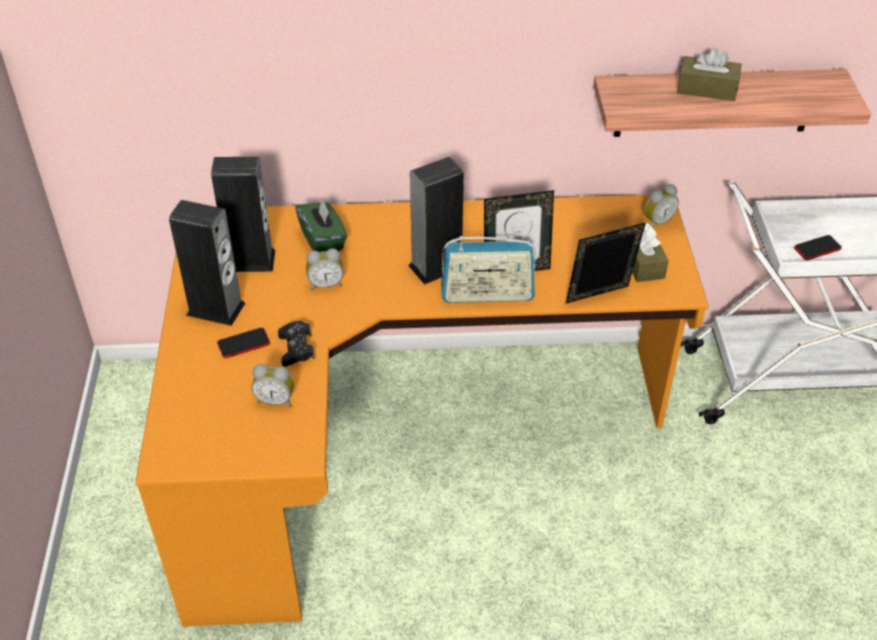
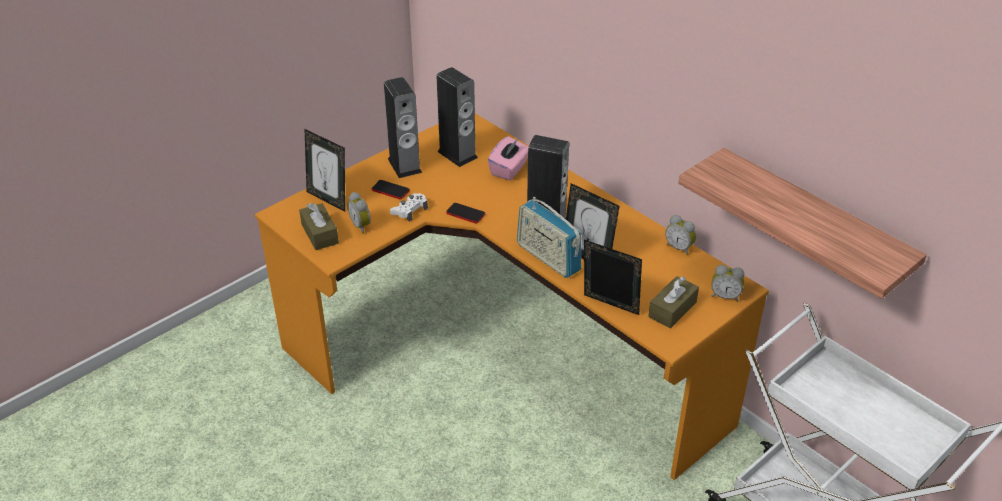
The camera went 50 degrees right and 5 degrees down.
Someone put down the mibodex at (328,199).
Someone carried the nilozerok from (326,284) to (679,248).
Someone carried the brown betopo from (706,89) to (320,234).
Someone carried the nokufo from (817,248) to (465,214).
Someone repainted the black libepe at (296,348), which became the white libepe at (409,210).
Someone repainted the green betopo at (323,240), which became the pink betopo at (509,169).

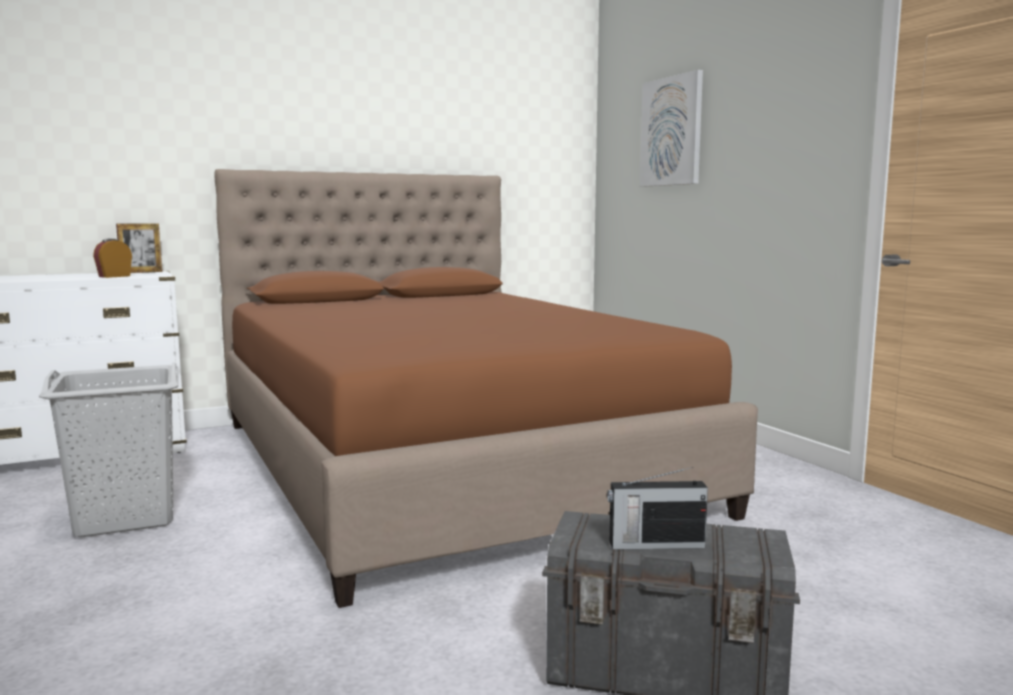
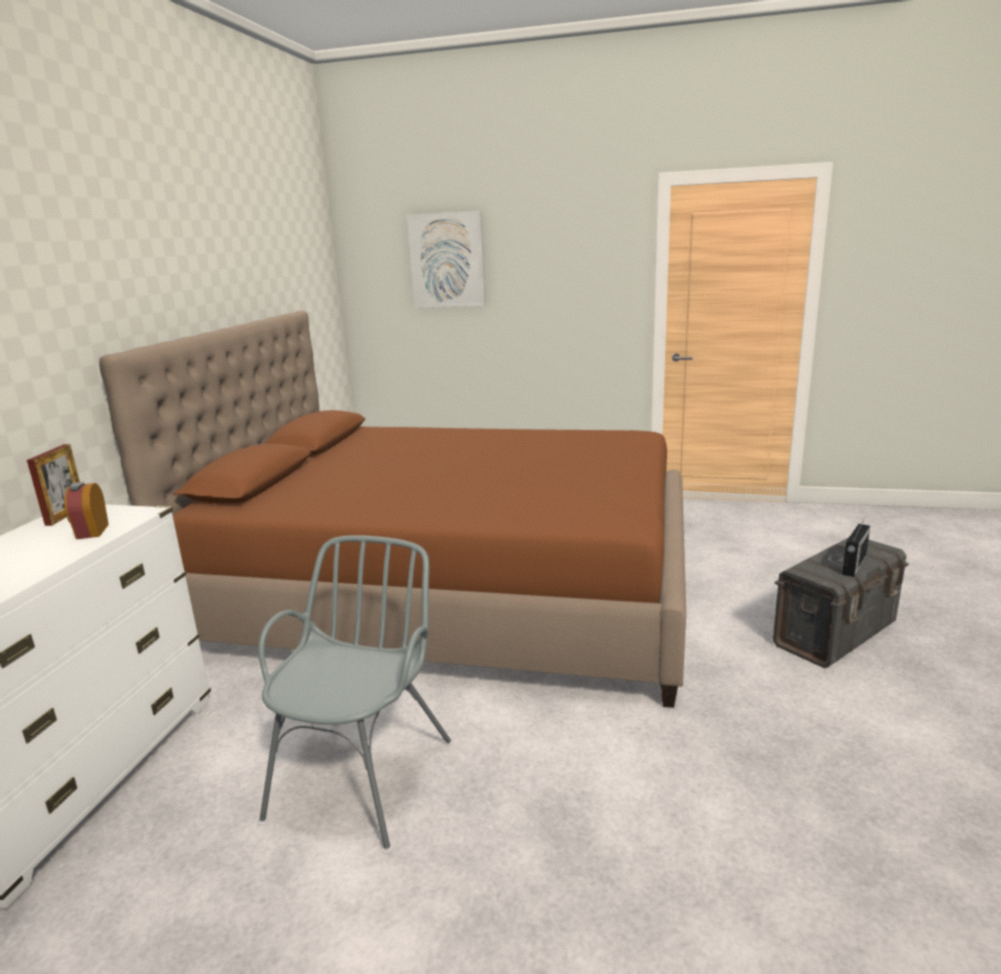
The camera went 50 degrees left and 10 degrees up.
Someone swapped the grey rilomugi at (126,518) for the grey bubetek at (364,773).

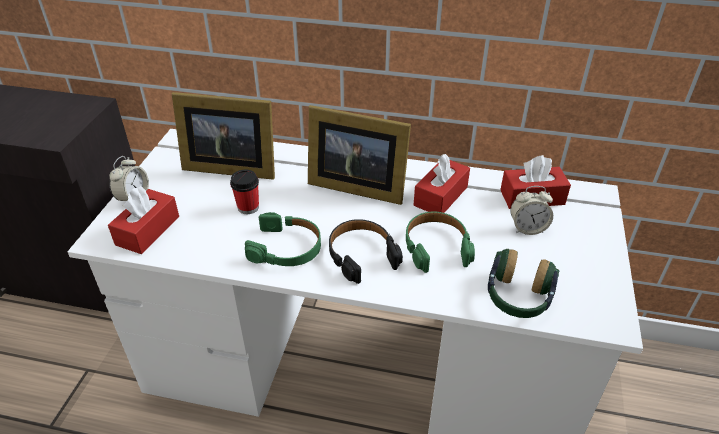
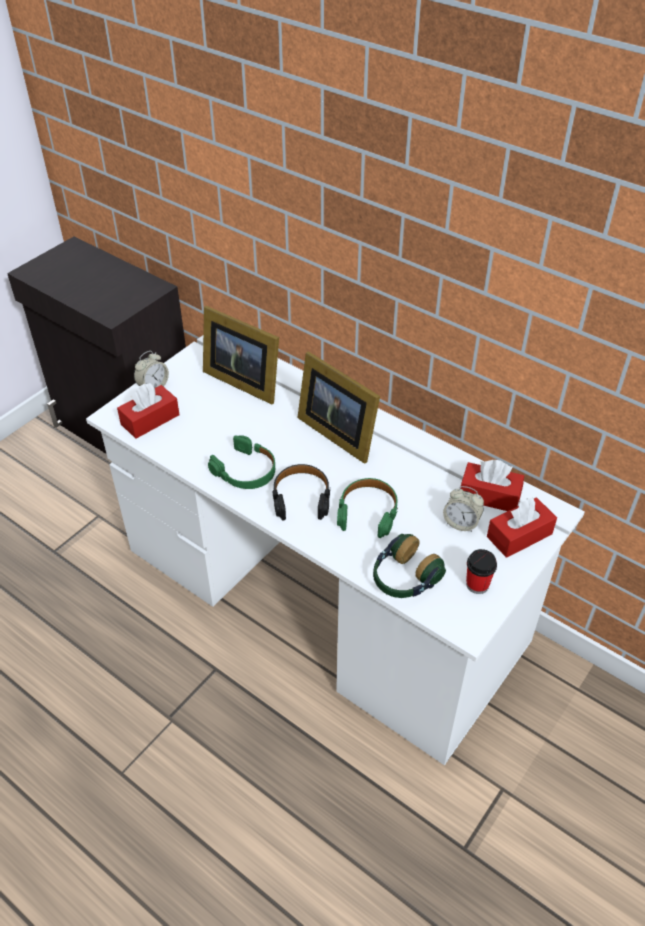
The camera went 25 degrees right and 5 degrees up.
Someone carried the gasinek from (248,207) to (477,584).
Someone carried the red betopo from (440,196) to (519,535).

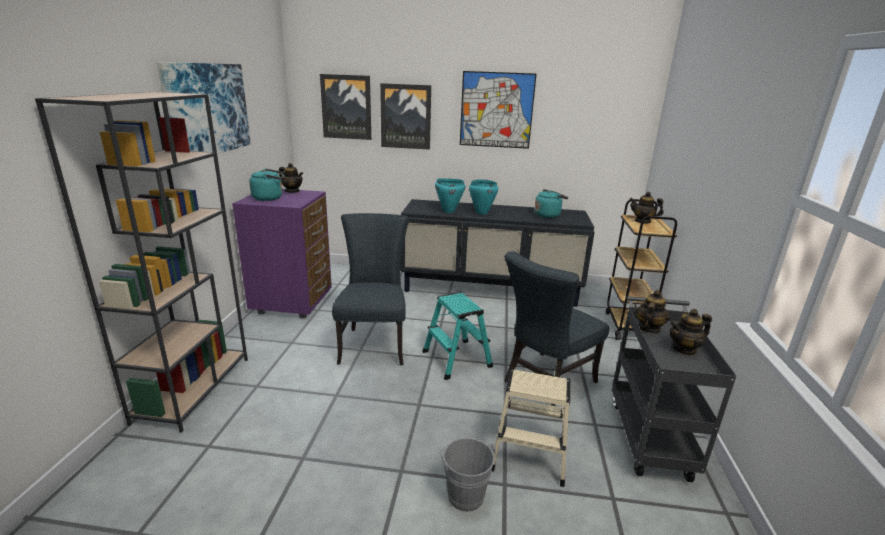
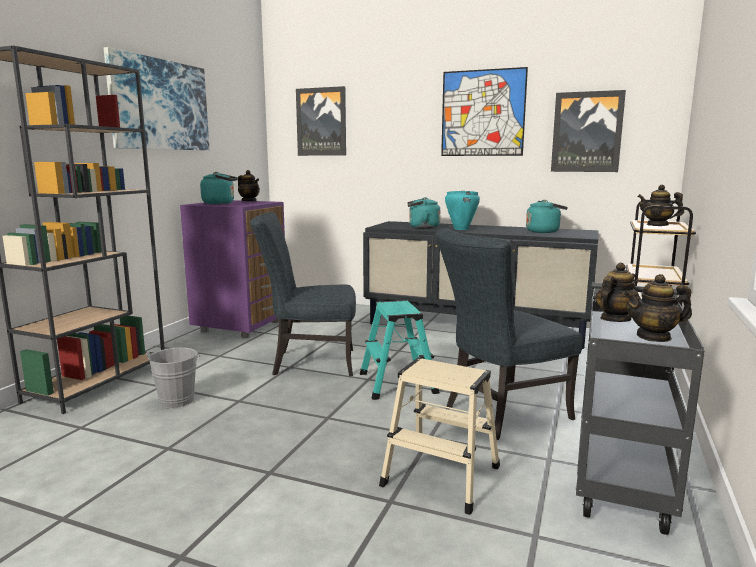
The camera went 15 degrees right and 10 degrees down.
Someone carried the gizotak from (406,116) to (587,132).
Someone carried the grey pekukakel from (464,493) to (178,399).
Someone swapped the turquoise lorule at (448,211) for the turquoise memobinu at (422,227).
Someone rotated the grey bubetek at (374,343) by 105 degrees counterclockwise.

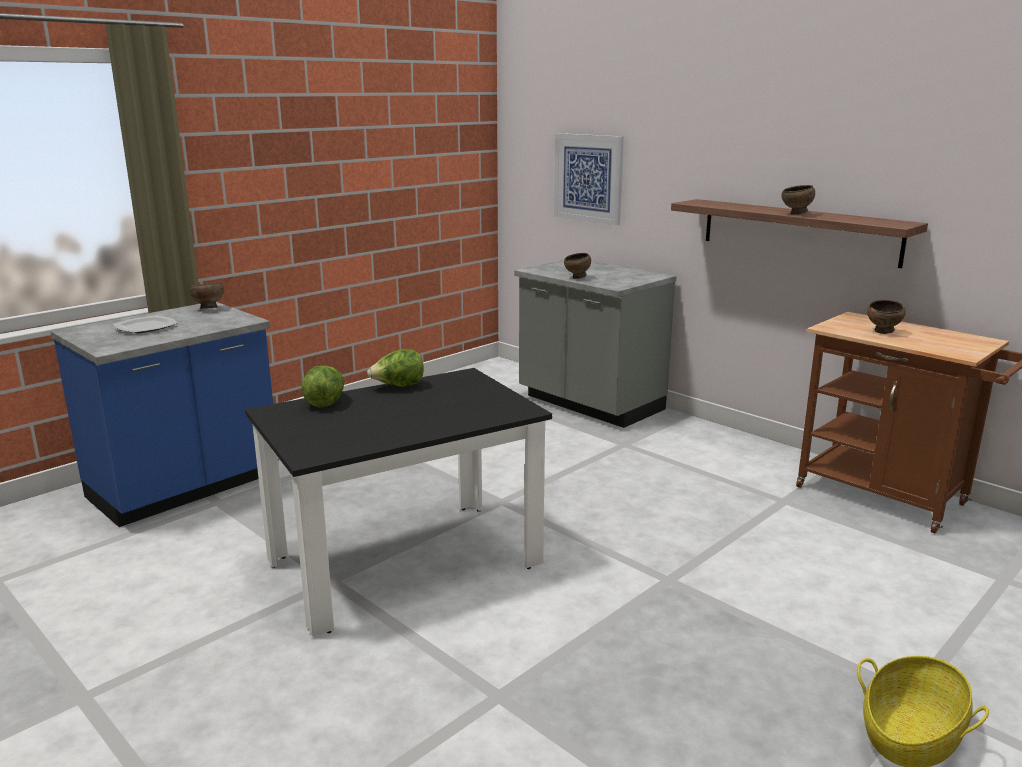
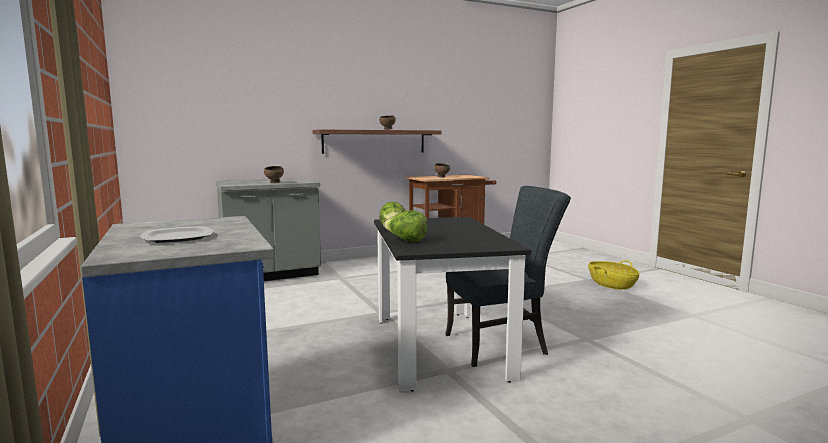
The camera went 70 degrees left and 10 degrees down.
Someone took away the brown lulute at (208,309).
Someone took away the gizotak at (588,178).
Someone put down the grey bubetek at (502,344).

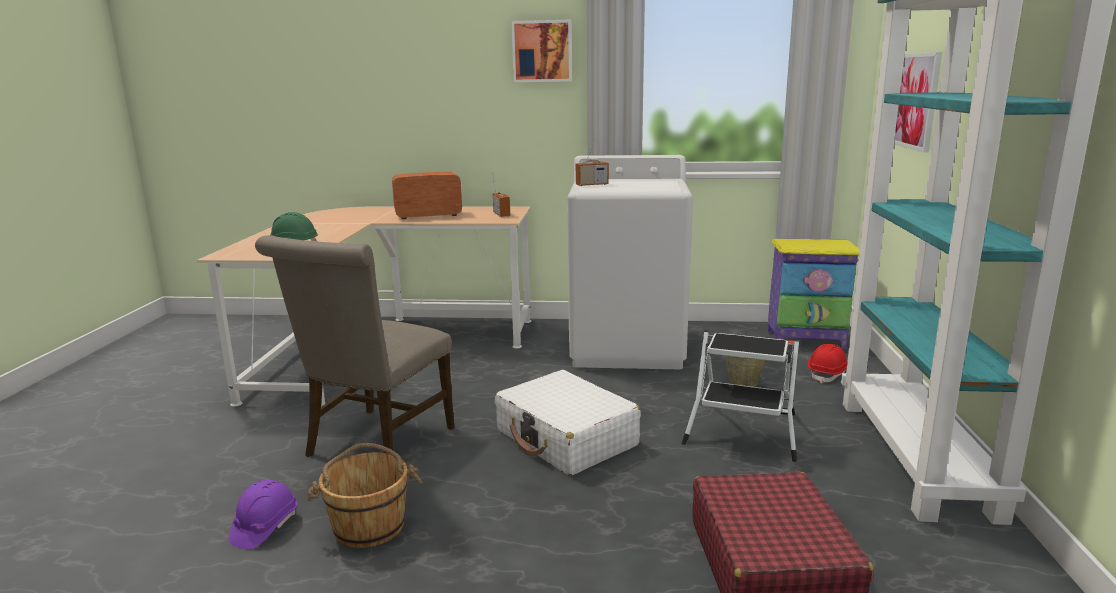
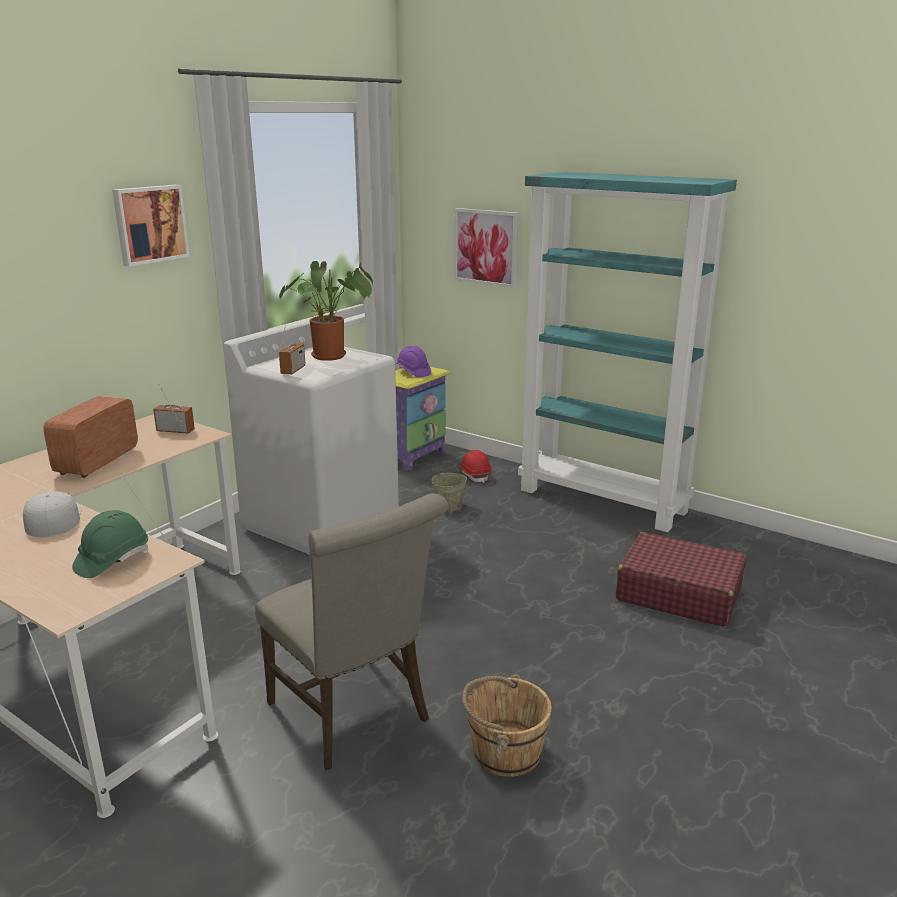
The camera went 60 degrees left and 5 degrees up.
Someone took away the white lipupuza at (566,438).
Someone took away the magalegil at (743,430).
Someone put down the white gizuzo at (52,519).
Someone put down the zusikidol at (333,356).
Someone carried the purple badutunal from (265,527) to (413,372).

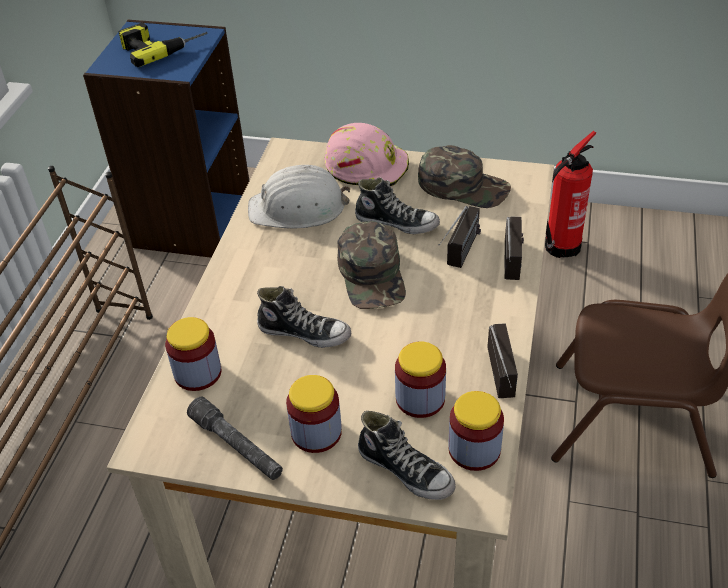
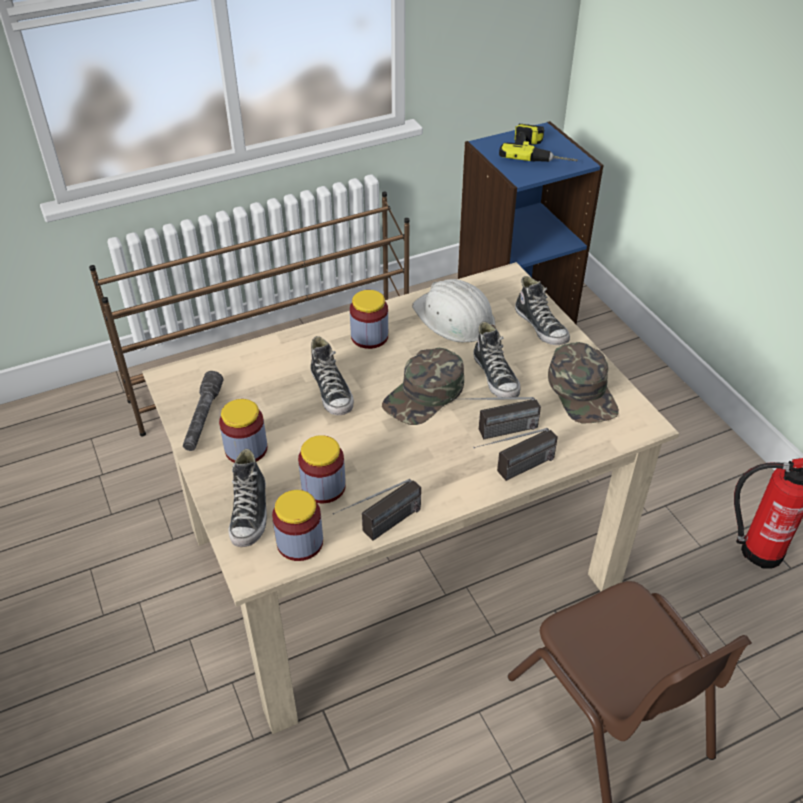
The camera went 50 degrees right and 0 degrees up.
Someone carried the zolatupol from (197,373) to (369,337).
Someone swapped the pink badutunal at (367,167) for the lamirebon at (541,327).

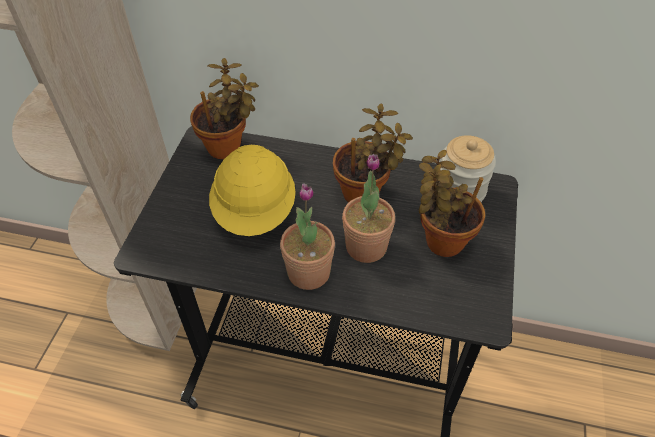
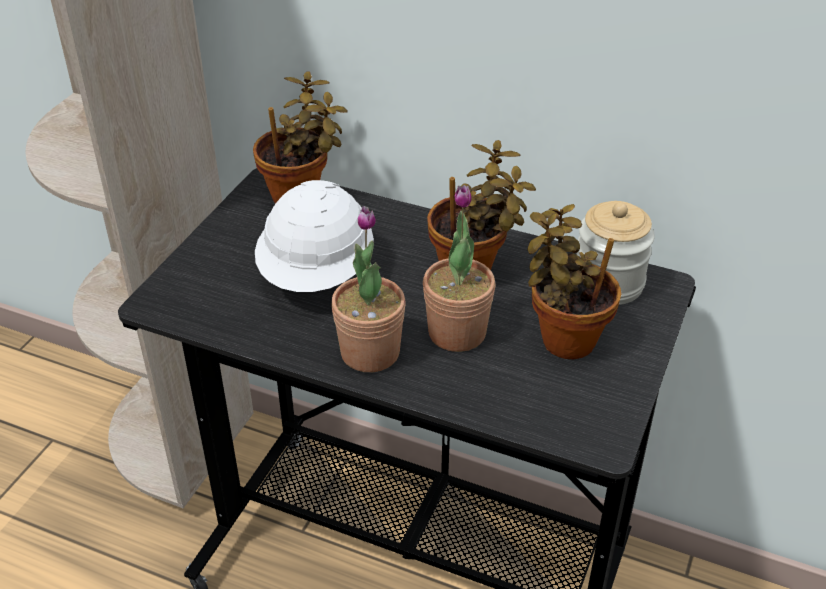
The camera went 10 degrees right and 10 degrees down.
Someone repainted the yellow badutunal at (255,211), which became the white badutunal at (317,274).

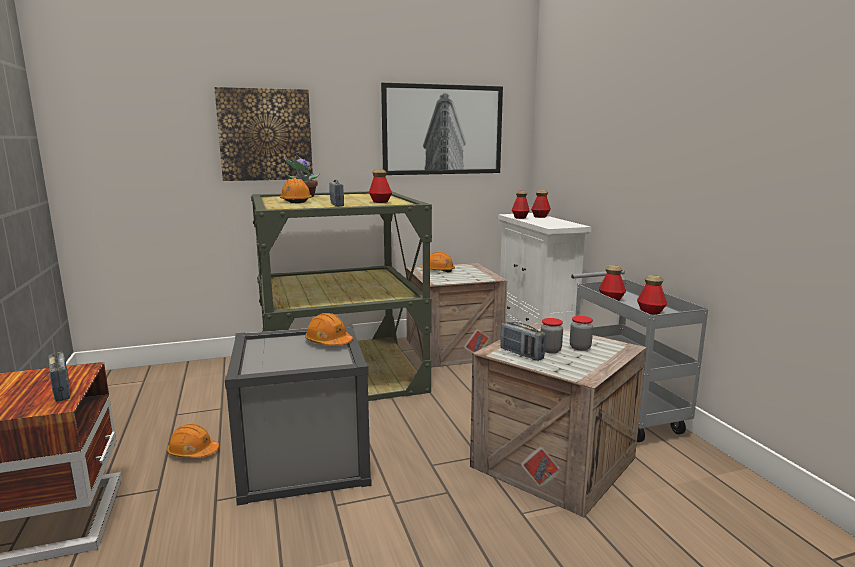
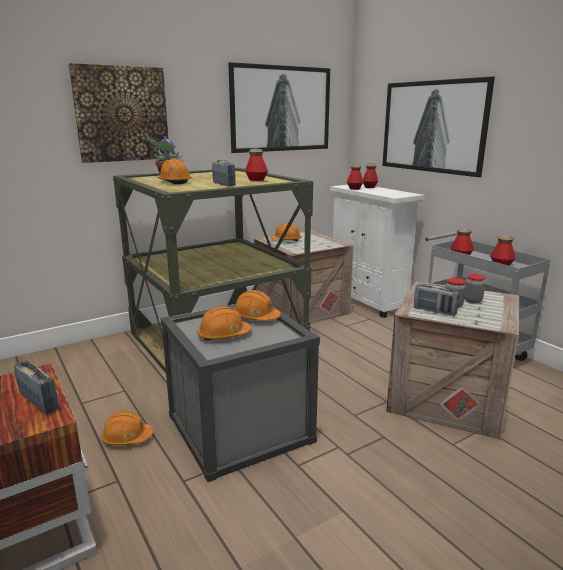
The camera went 15 degrees left and 5 degrees up.
Someone put down the orange badutunal at (223,335).
Someone put up the gizotak at (432,126).

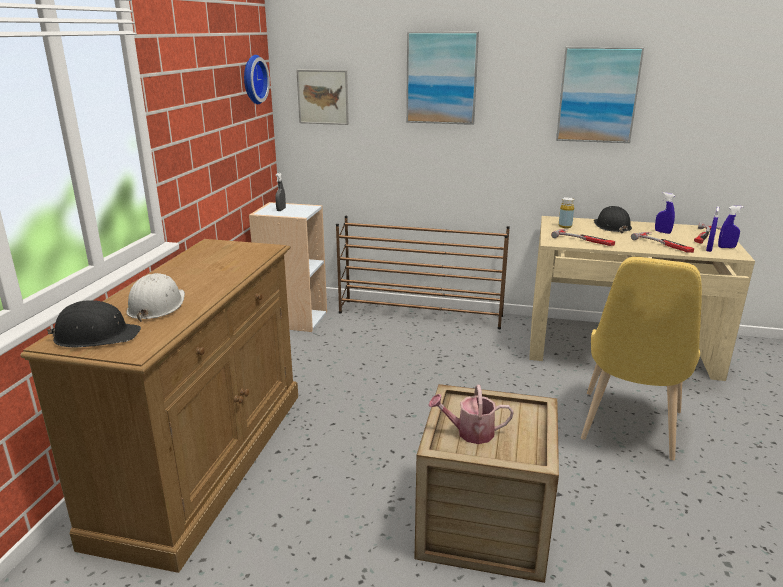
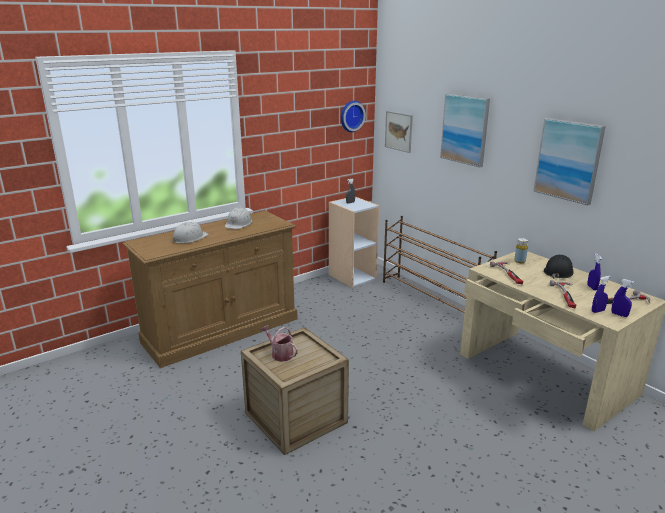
The camera went 40 degrees right and 0 degrees up.
Someone took away the black badutunal at (96,336).
Someone took away the yellow bubetek at (628,429).
Someone put down the white badutunal at (238,223).

